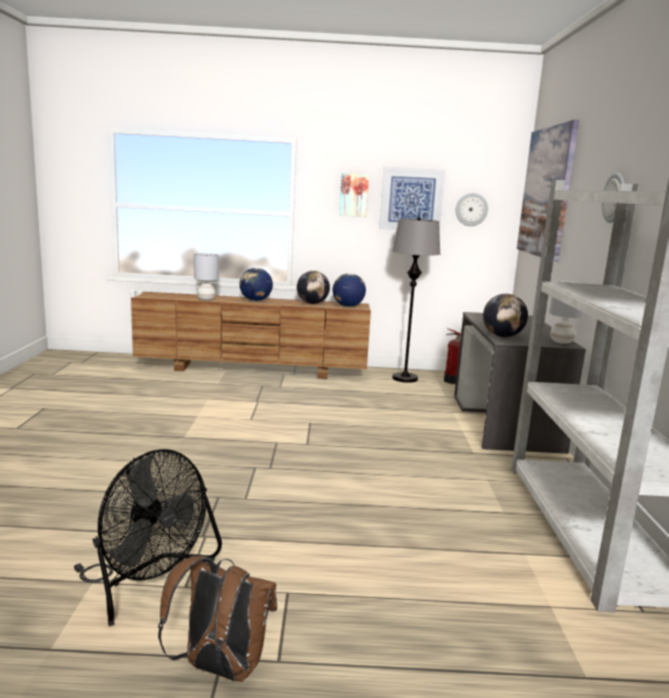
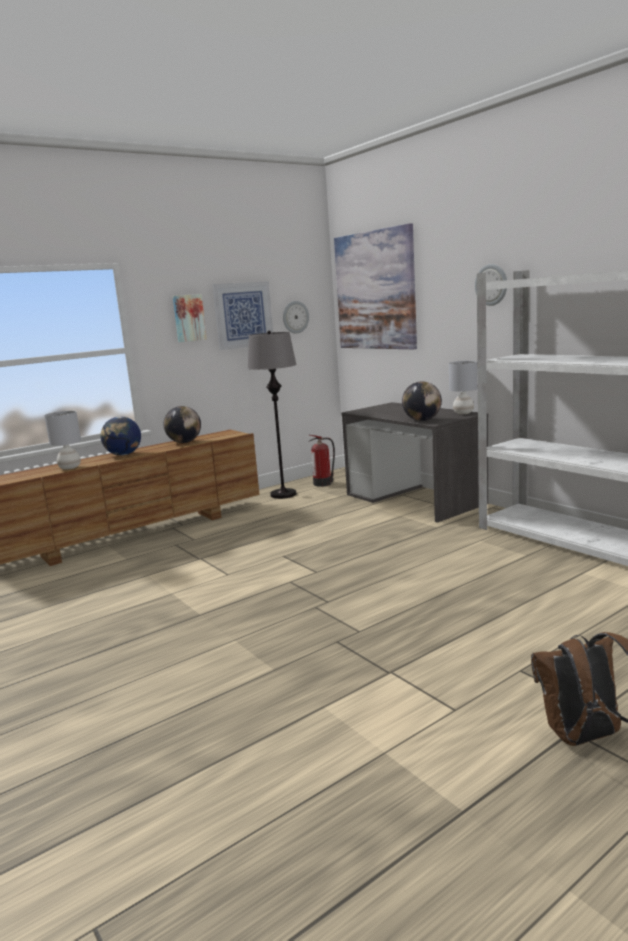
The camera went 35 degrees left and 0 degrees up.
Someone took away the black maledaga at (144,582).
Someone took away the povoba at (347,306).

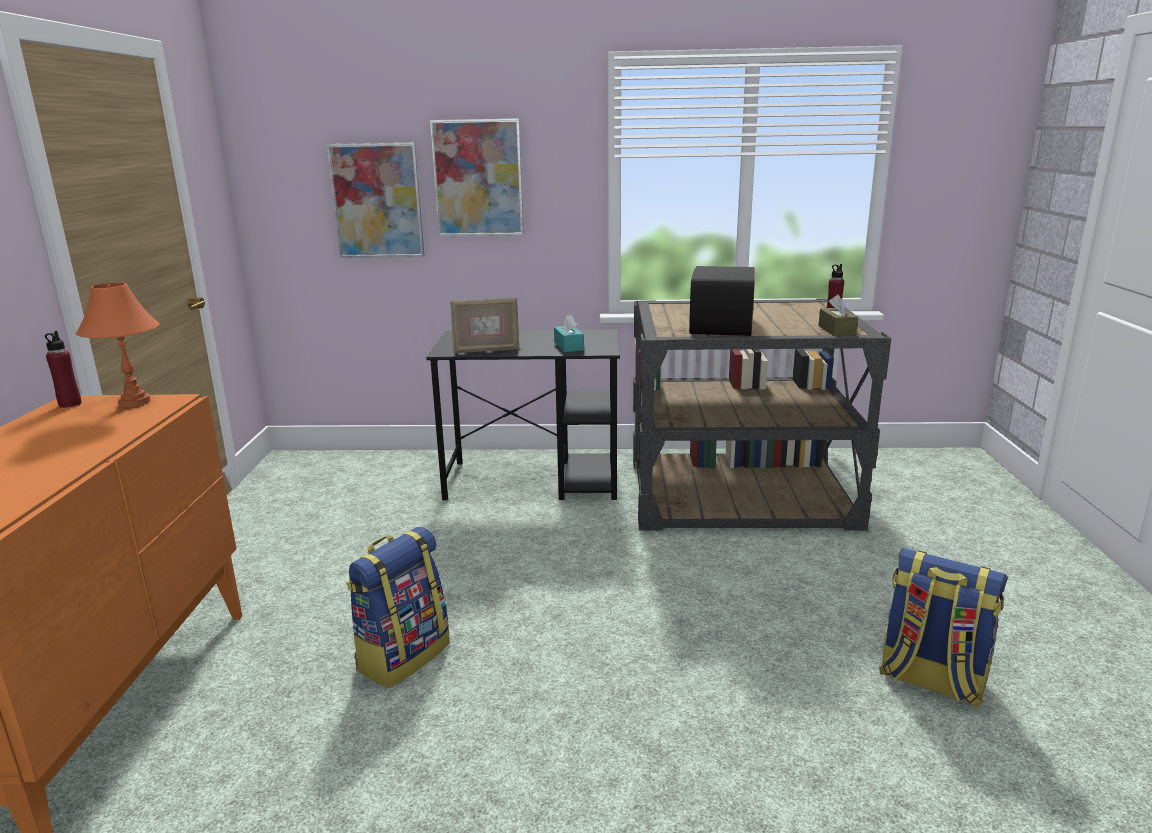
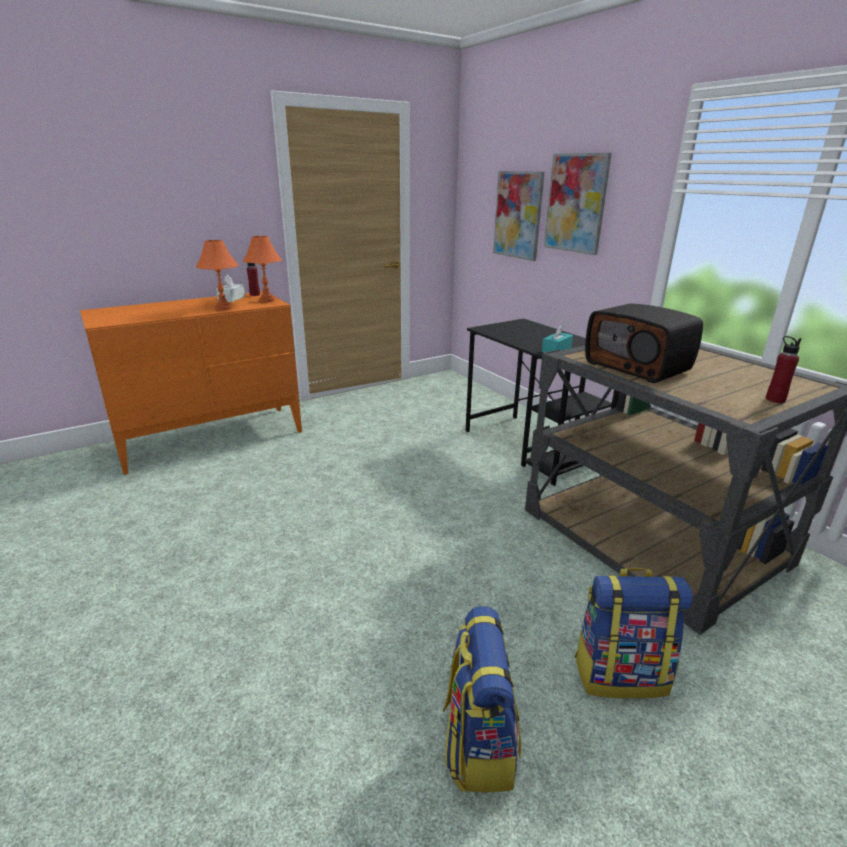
The camera went 55 degrees right and 5 degrees up.
Someone took away the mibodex at (486,351).
Someone took away the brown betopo at (836,330).
Someone put down the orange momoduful at (223,308).
Someone put down the white betopo at (231,298).
Someone carried the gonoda from (403,656) to (620,674).
Someone rotated the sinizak at (723,326) by 105 degrees counterclockwise.

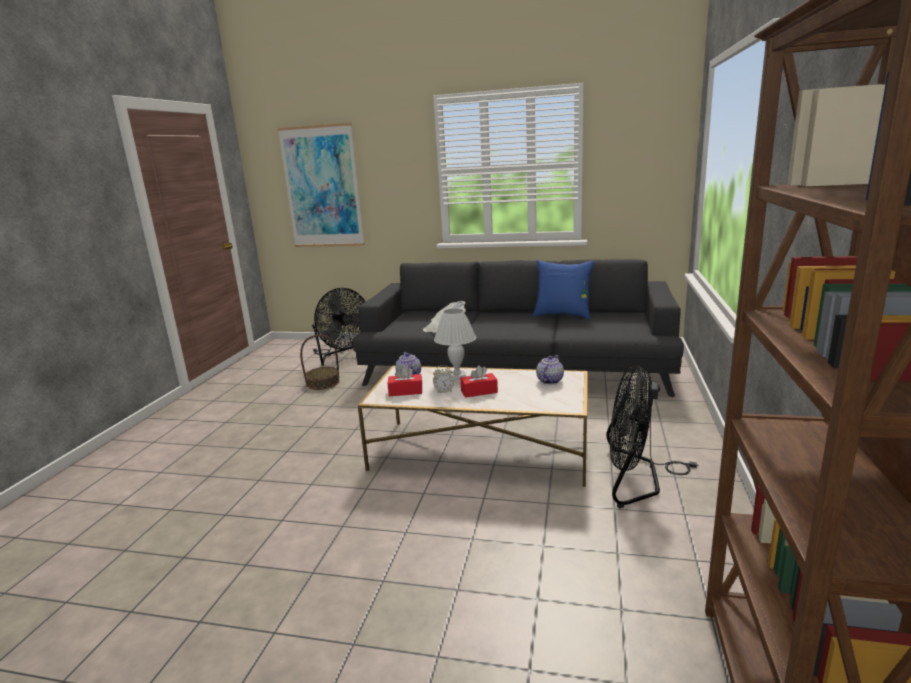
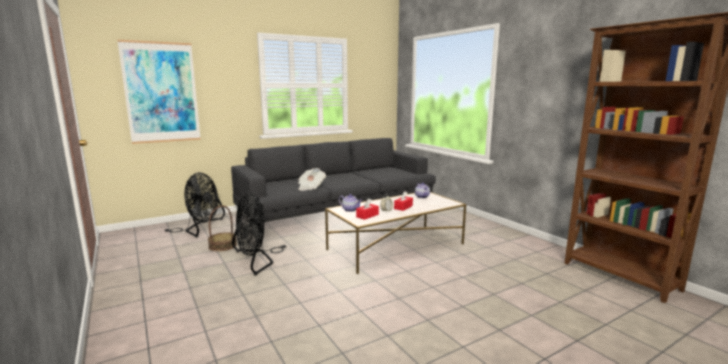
The camera went 45 degrees left and 5 degrees down.
Someone took away the white momoduful at (457,377).
Someone took away the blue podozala at (562,316).
Someone carried the black maledaga from (638,475) to (258,258).

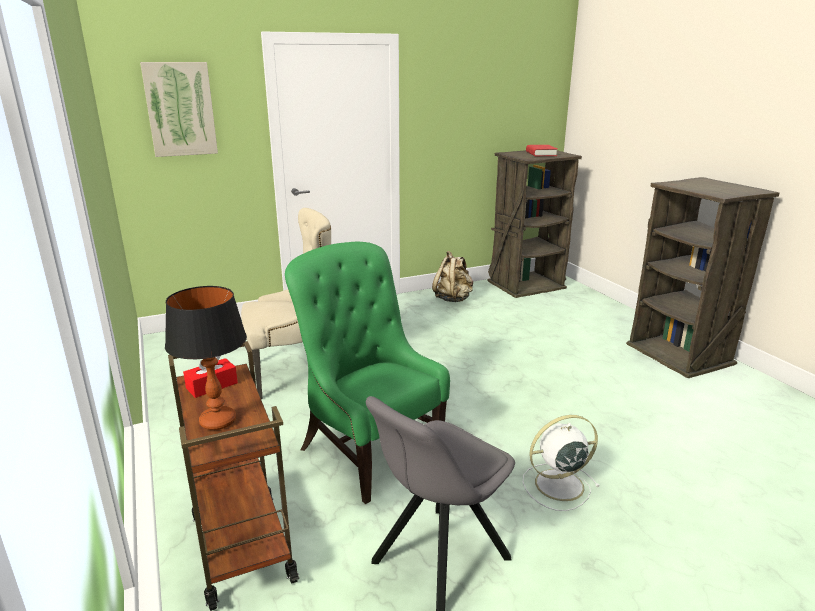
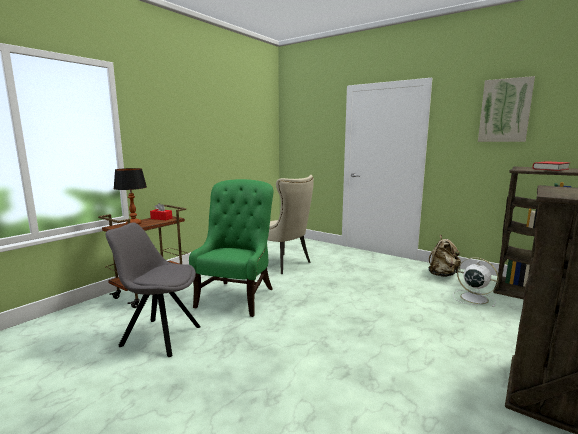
The camera went 60 degrees right and 10 degrees down.
Someone carried the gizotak from (180,109) to (505,110).
Someone carried the white maledaga from (557,485) to (472,298).

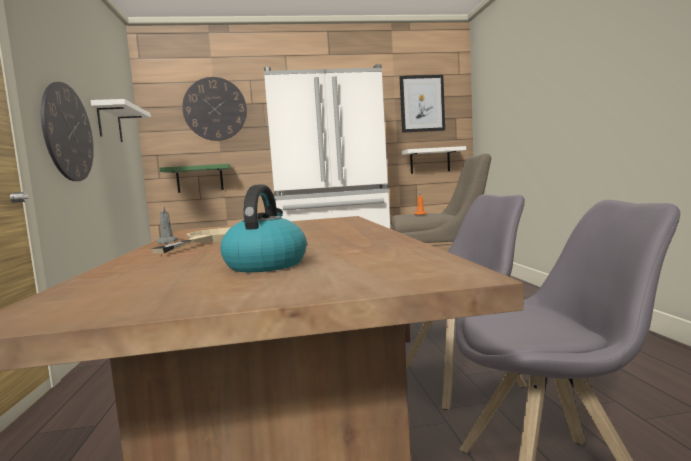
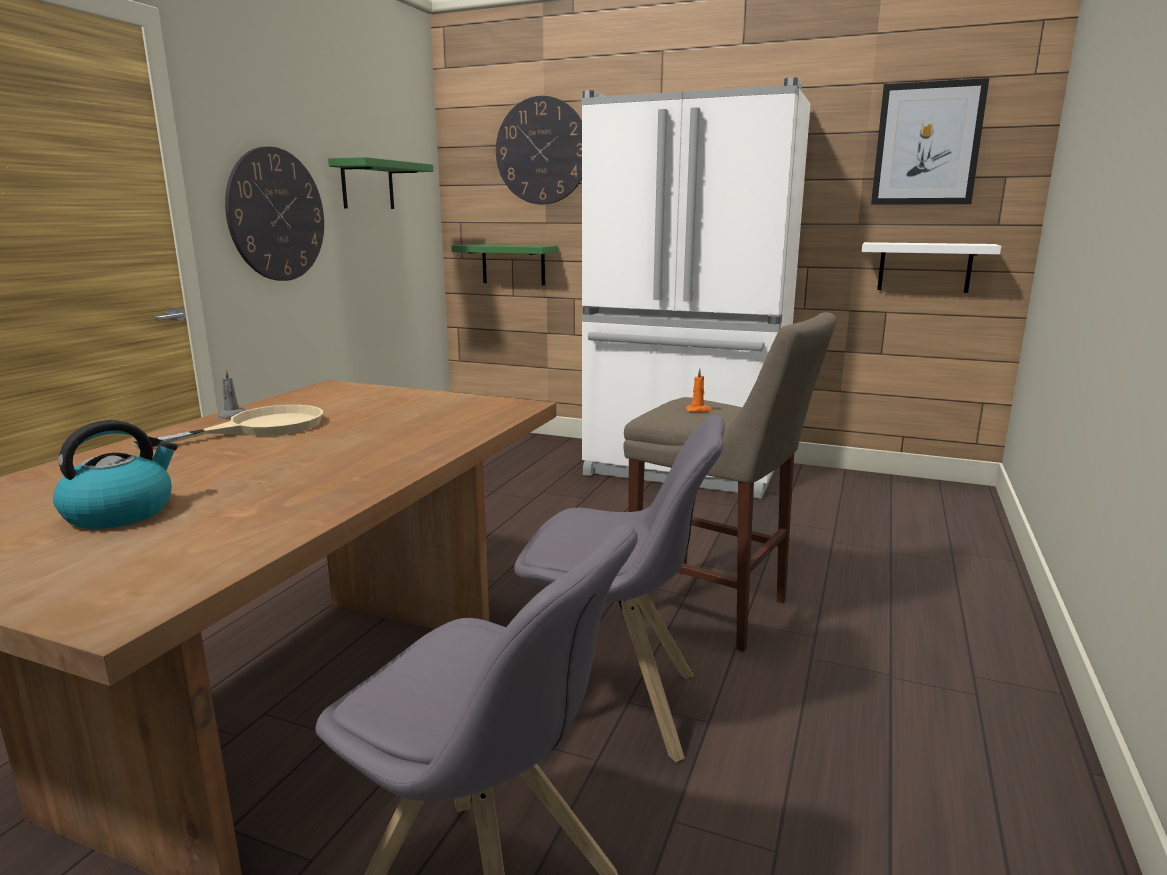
The camera went 30 degrees right and 10 degrees up.
Someone repainted the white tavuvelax at (109,123), which became the green tavuvelax at (367,185).

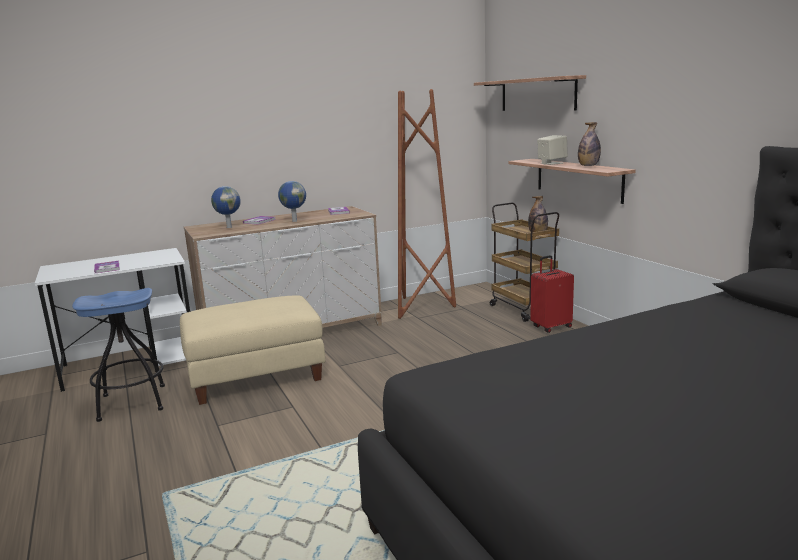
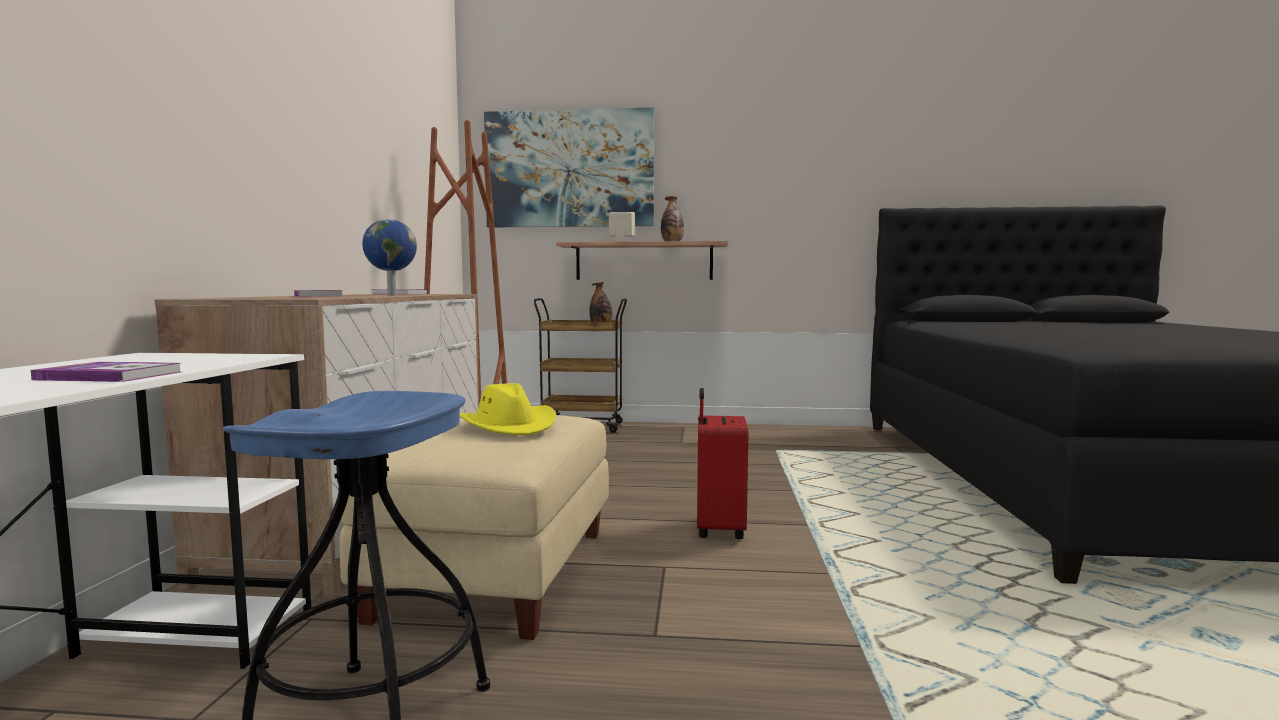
The camera went 60 degrees left and 10 degrees down.
Someone took away the povoba at (229,227).
Someone put down the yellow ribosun at (508,426).
Someone carried the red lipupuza from (551,327) to (718,529).
Someone swapped the tavuvelax at (537,94) for the gizotak at (569,169).

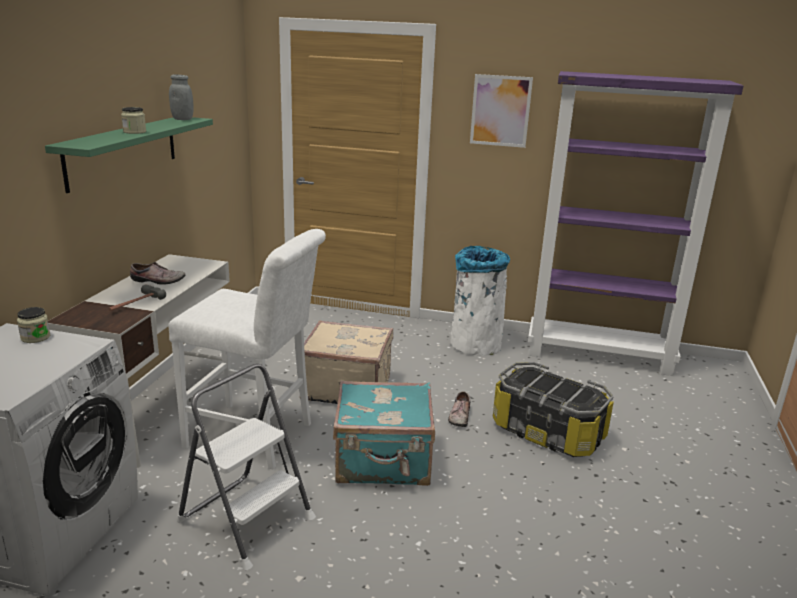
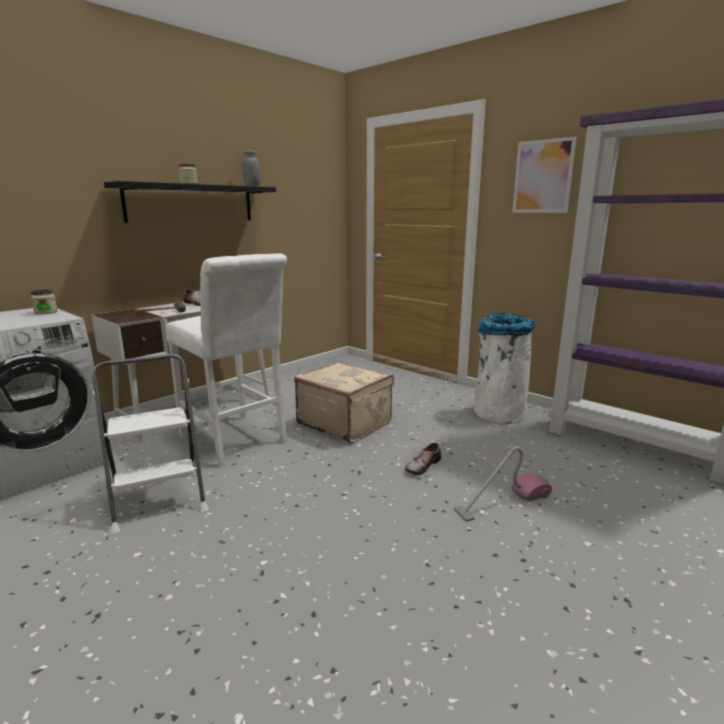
The camera went 30 degrees right and 5 degrees down.
Someone took away the turquoise lipupuza at (383,462).
Someone swapped the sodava at (547,433) for the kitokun at (503,502).
Someone repainted the green tavuvelax at (123,151), which became the black tavuvelax at (191,203).

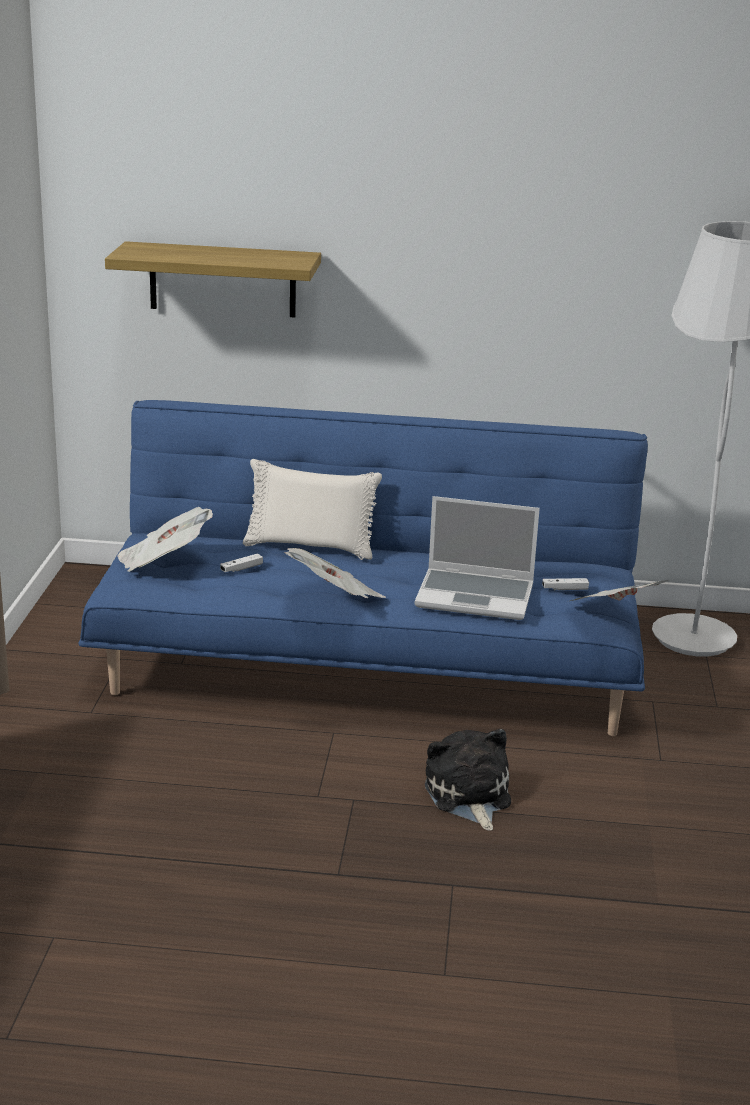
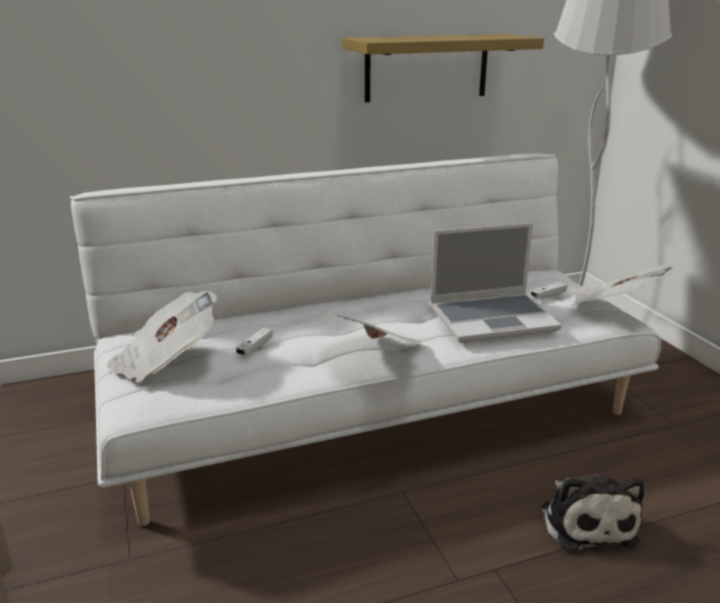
The camera went 25 degrees left and 0 degrees up.
Someone took away the white podozala at (310,547).
Someone carried the tavuvelax from (222,279) to (426,67).
Someone repainted the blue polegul at (368,665), which became the white polegul at (368,409).
Someone rotated the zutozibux at (468,796) by 150 degrees counterclockwise.

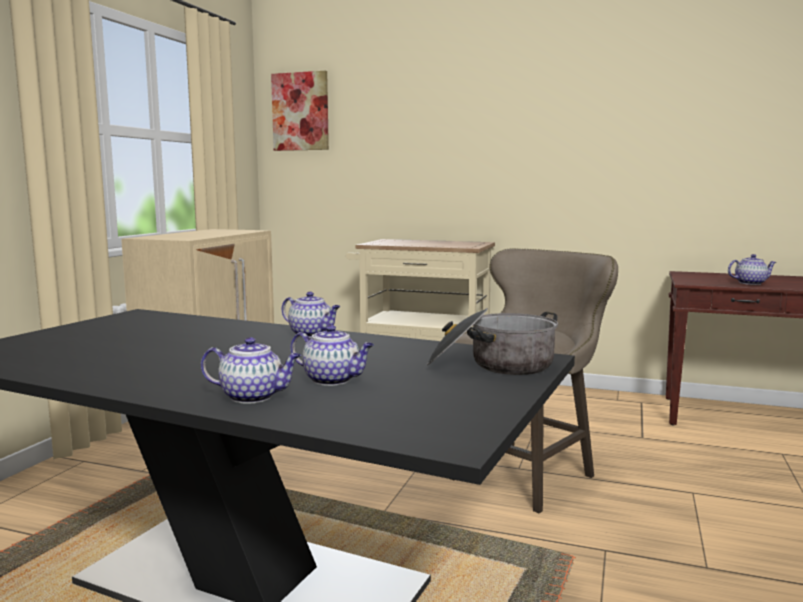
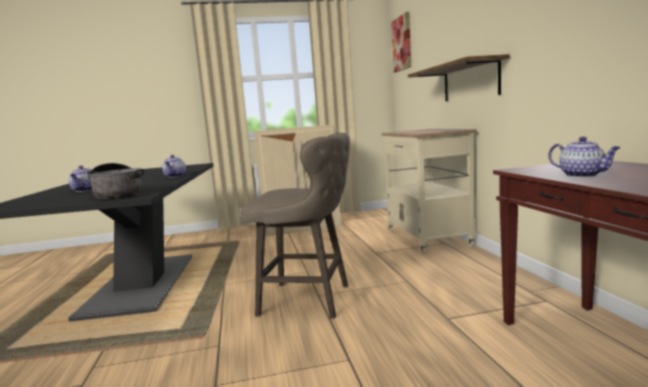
The camera went 60 degrees right and 0 degrees up.
Someone took away the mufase at (253,397).
Someone put up the tavuvelax at (470,81).

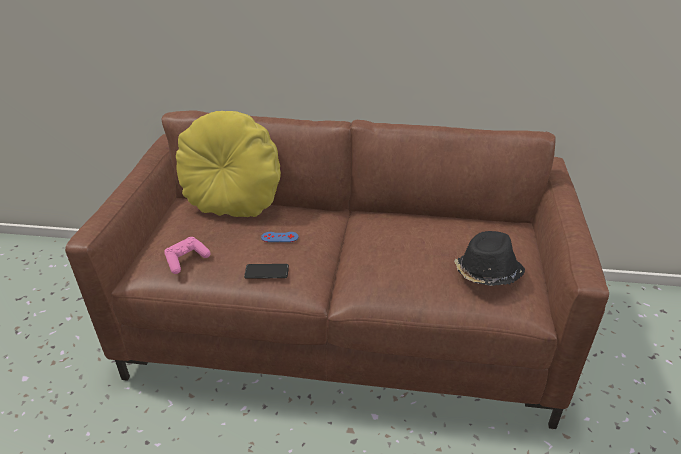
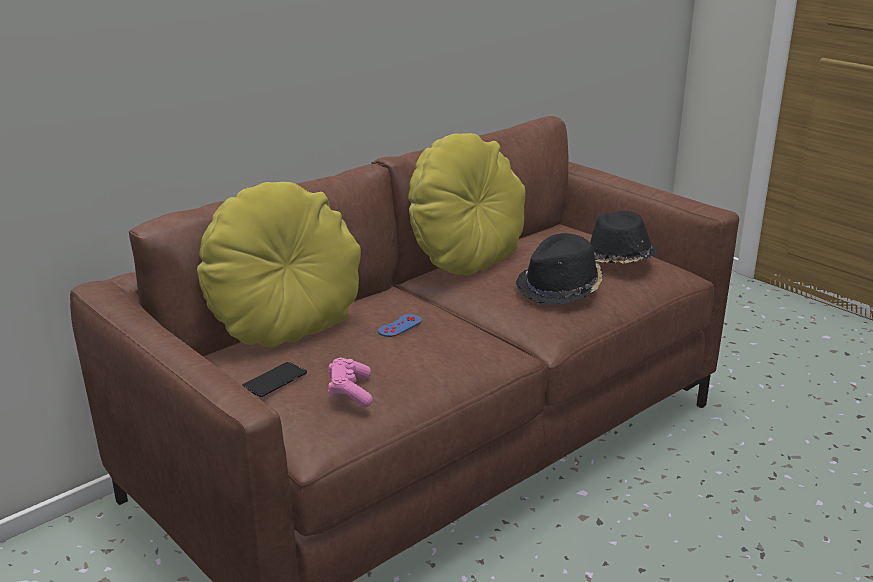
The camera went 50 degrees left and 10 degrees down.
Someone put down the yellow podozala at (467,263).
Someone put down the black ribosun at (560,288).
Someone carried the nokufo from (266,272) to (274,380).

